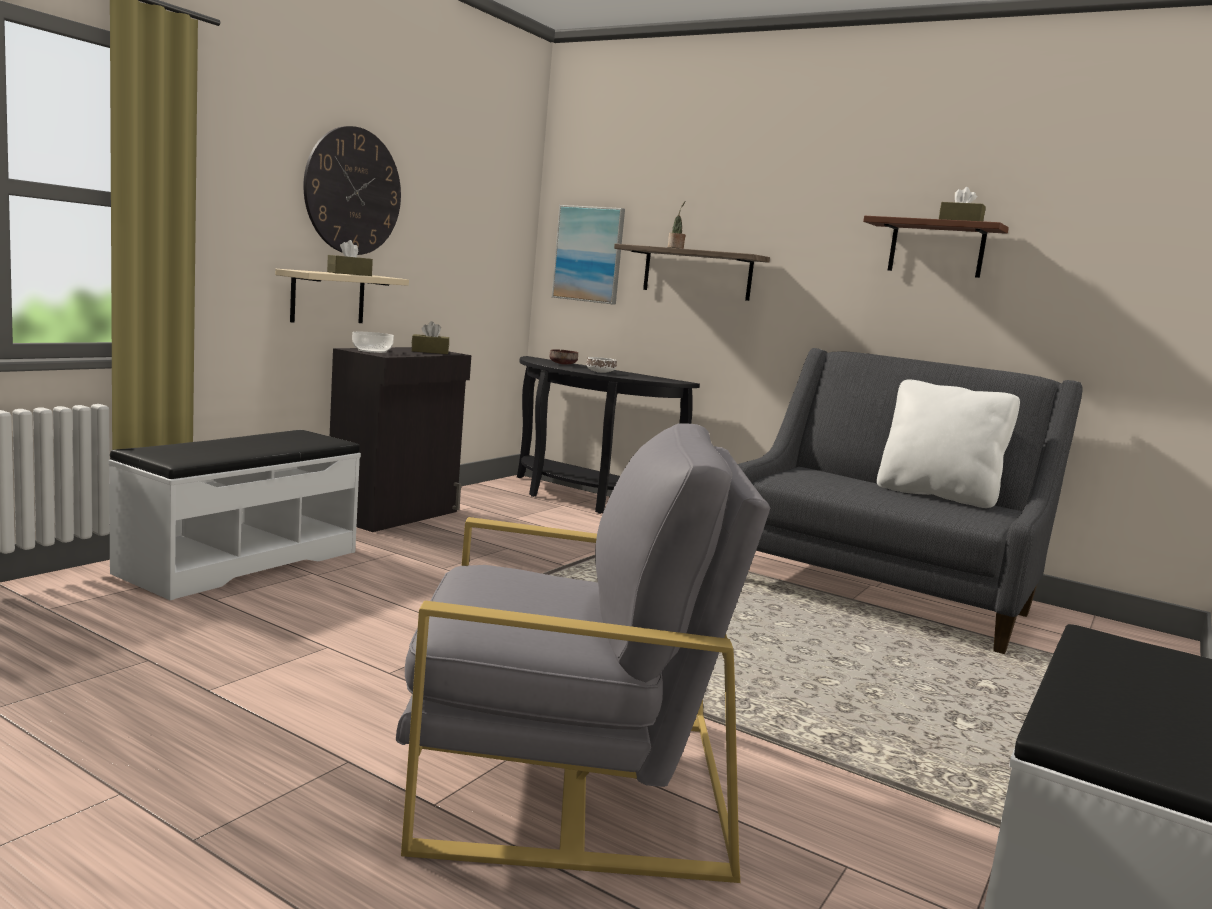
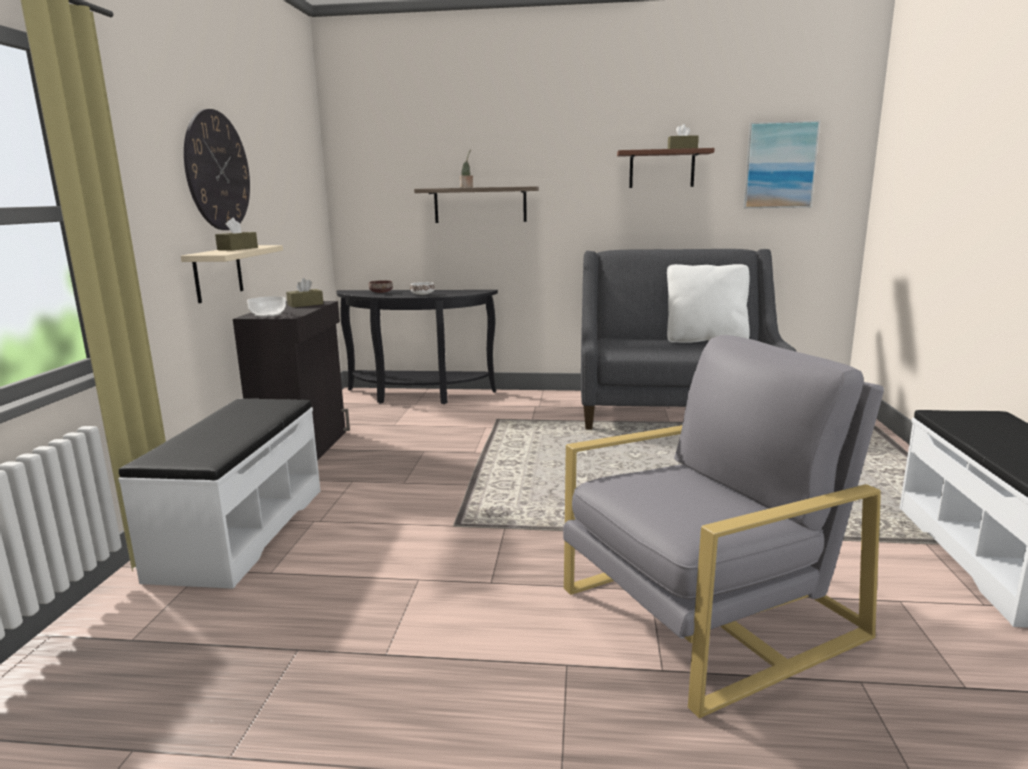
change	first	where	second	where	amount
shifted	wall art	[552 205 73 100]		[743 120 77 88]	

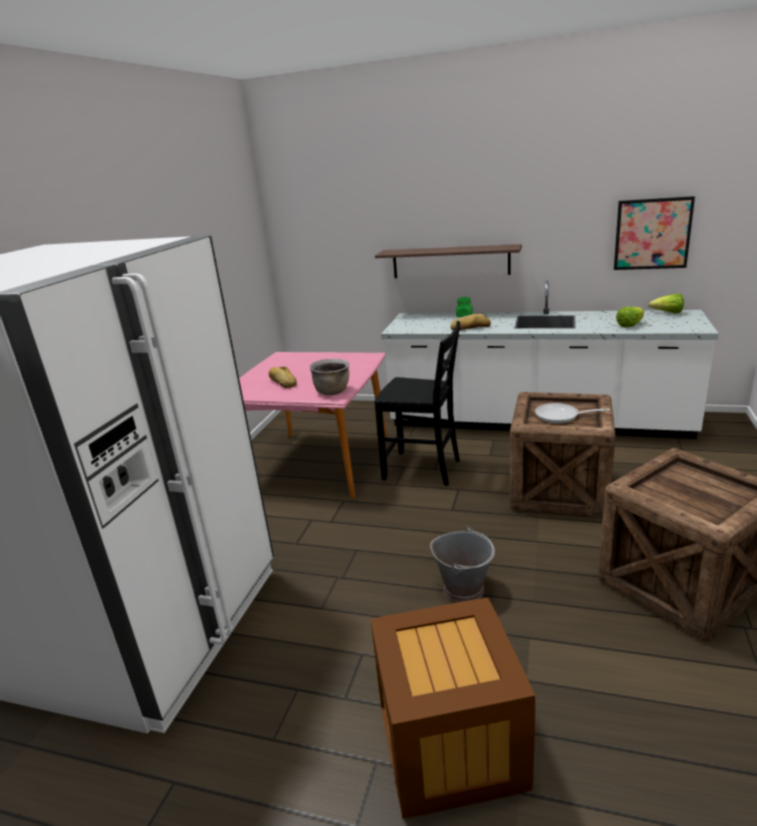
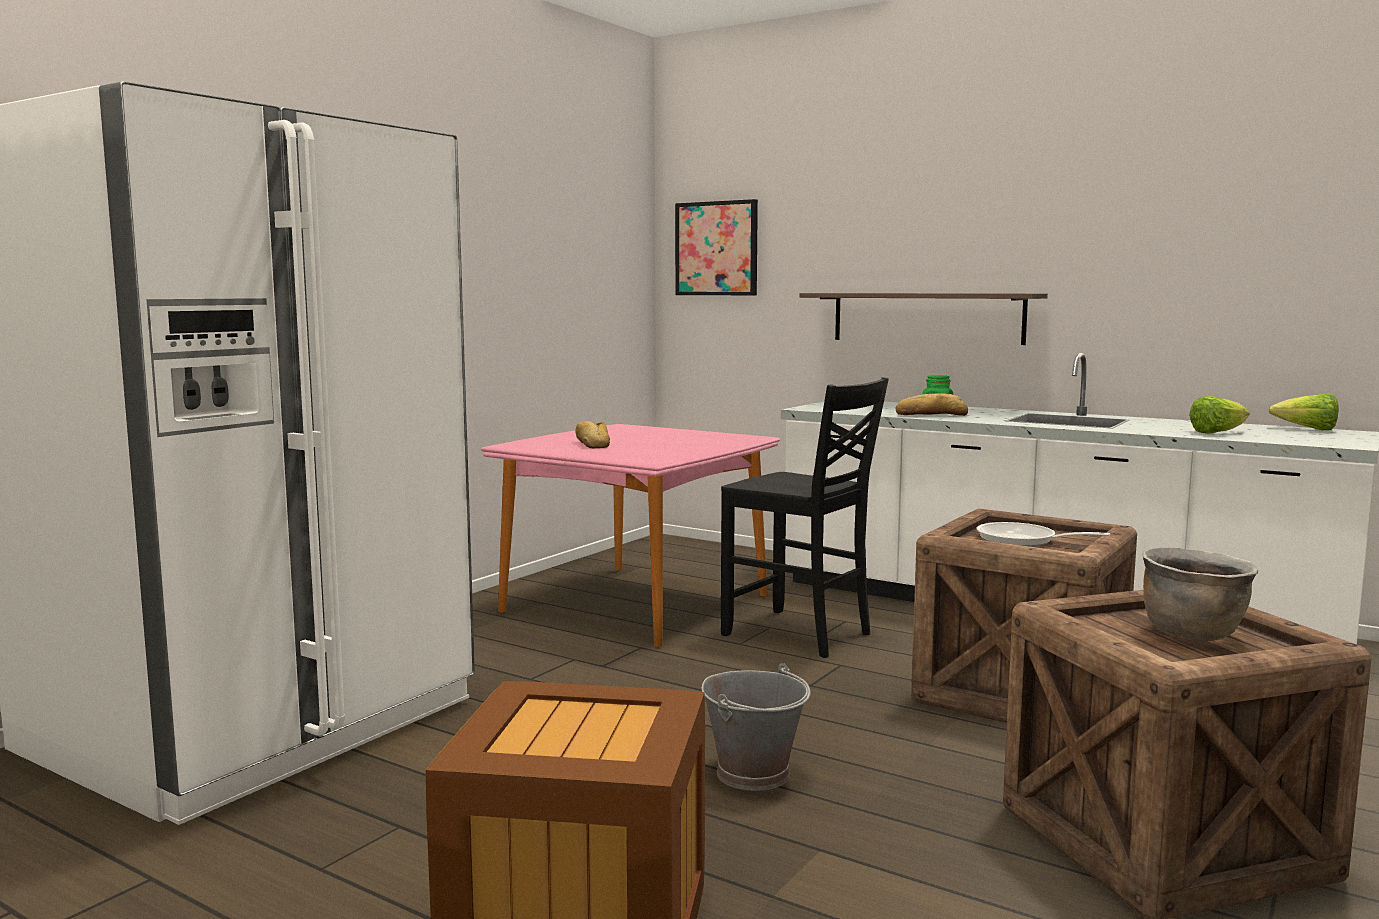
change	first	where	second	where	amount
shifted	brown-coloured stockpot	[309 359 40 36]		[1142 547 116 94]	
shifted	wall art	[614 196 81 74]		[675 199 83 96]	

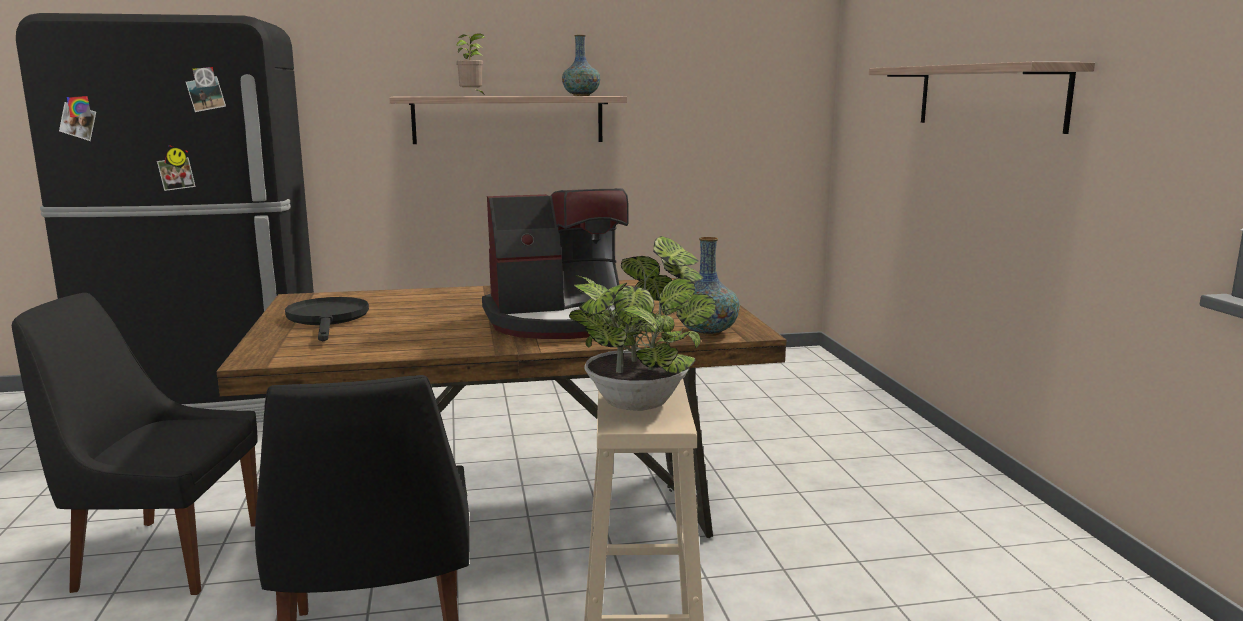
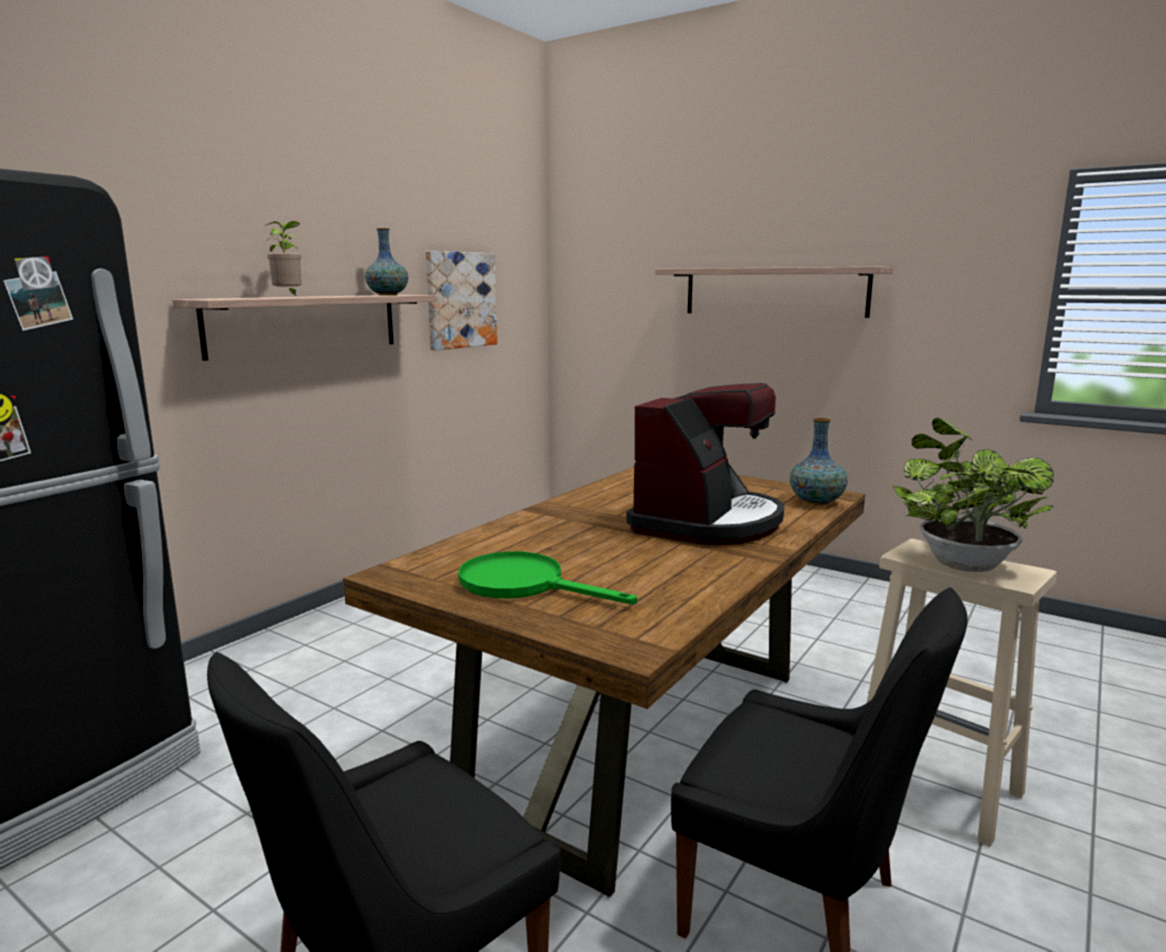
change	first	where	second	where	amount
repainted	black pan	[285 297 84 44]	green-coloured pan	[458 551 179 53]	
new			wall art	[426 251 71 100]	

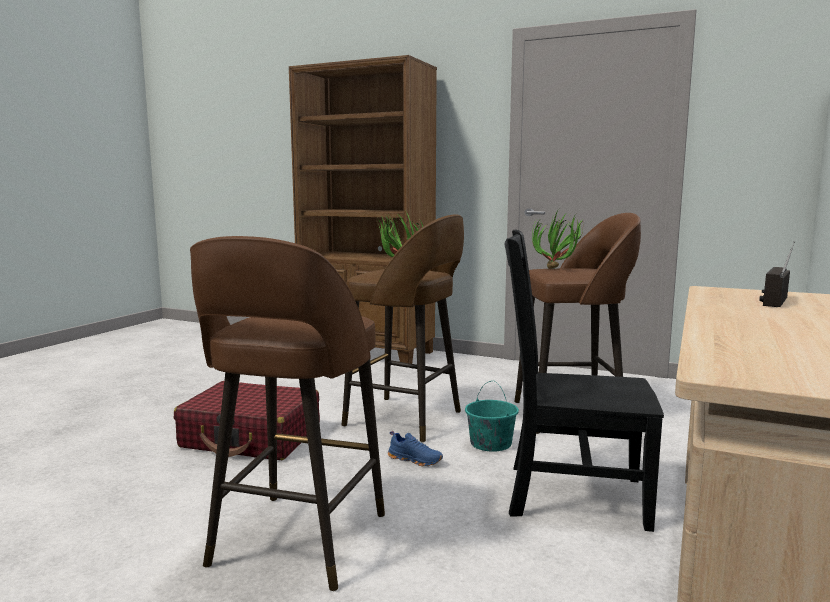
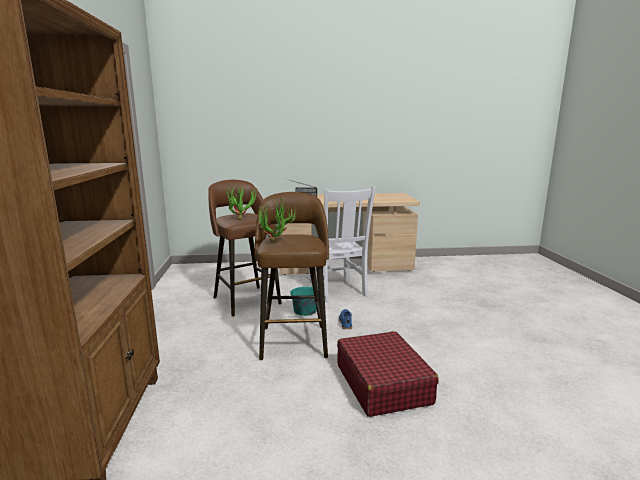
change	first	where	second	where	amount
gone	brown-coloured sitting stool	[190 236 195 355]			
repainted	black chair	[504 229 160 303]	whitish chair	[309 187 67 115]	

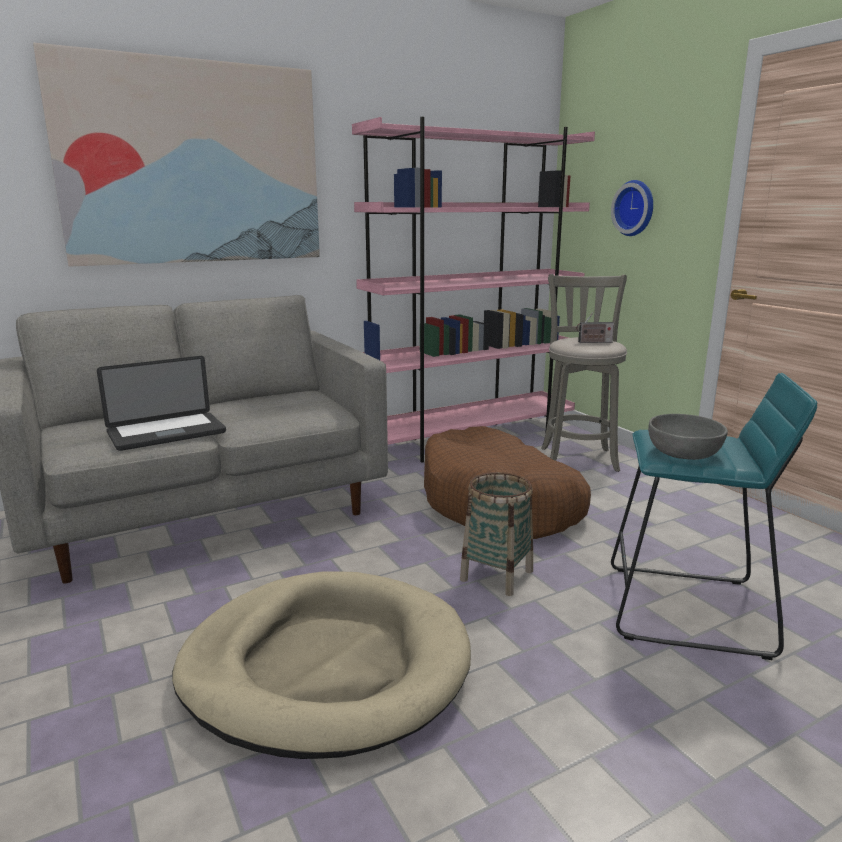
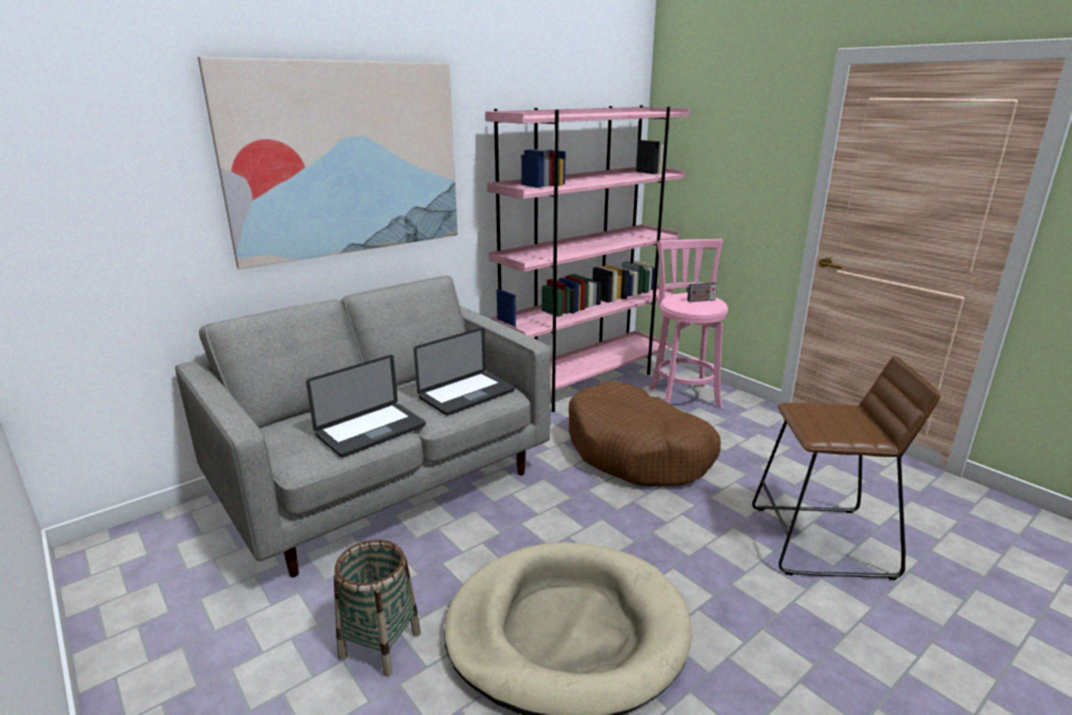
change	first	where	second	where	amount
shifted	storage basket	[460 472 73 124]		[334 539 87 138]	
repainted	grey sitting stool	[541 274 86 198]	pinkish sitting stool	[649 238 79 170]	
gone	hanging clock	[611 180 42 56]			
repainted	turquoise-coloured sitting stool	[611 373 206 287]	brown-coloured sitting stool	[752 356 189 224]	
gone	grey bowl	[648 414 80 46]			
new			notebook computer	[414 328 101 88]	

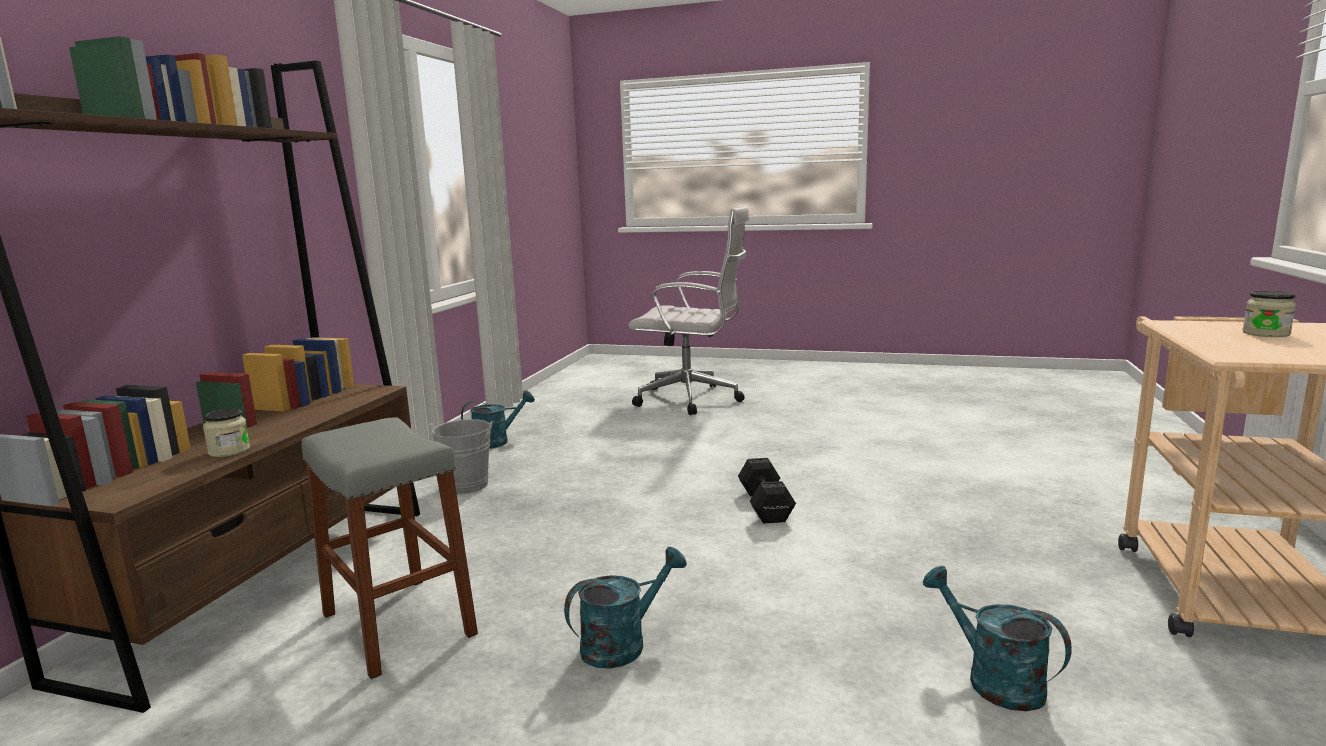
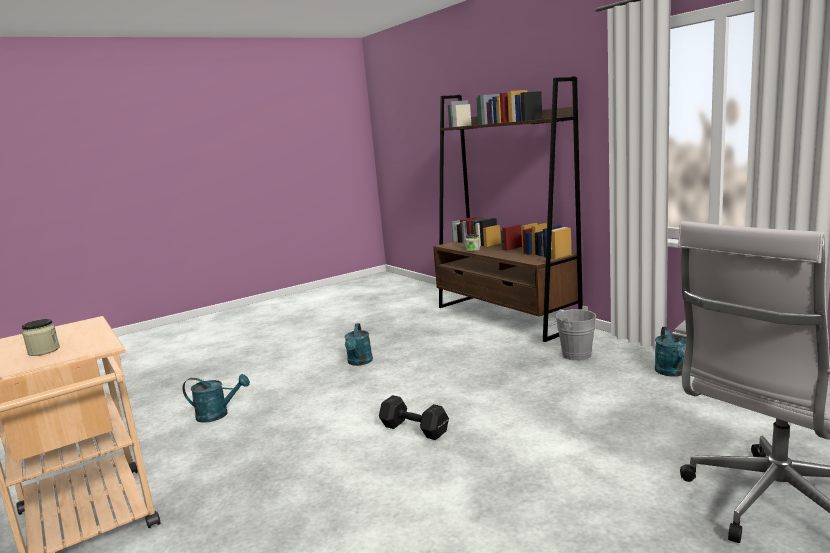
change	first	where	second	where	amount
gone	grey sitting stool	[302 418 176 261]			

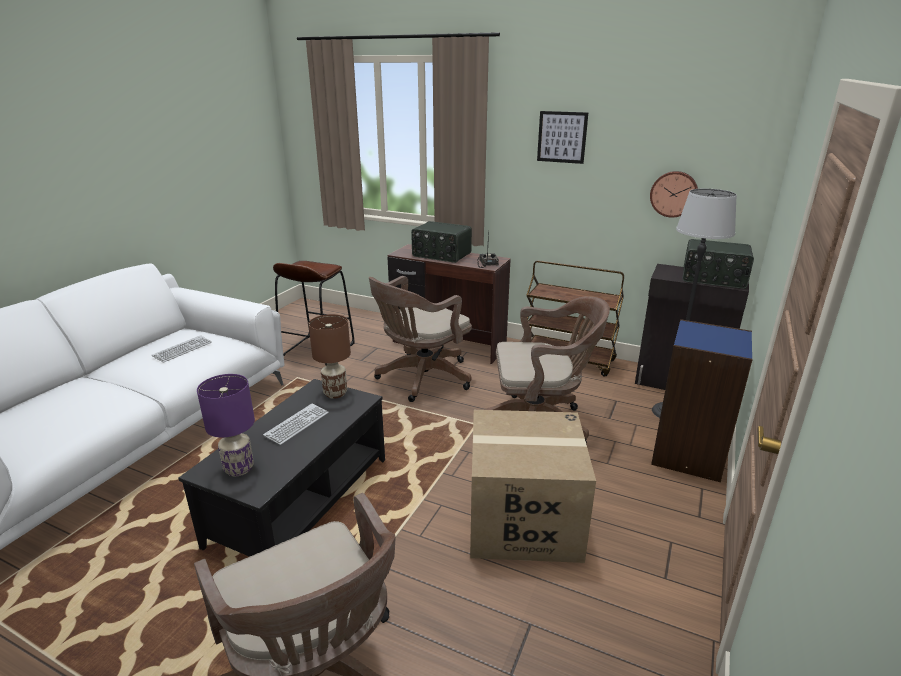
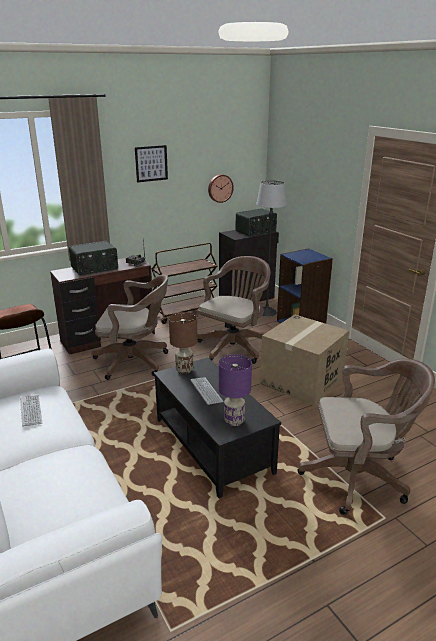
change	first	where	second	where	amount
rotated	brown-coloured office chair	[369 276 103 126]		[91 275 77 105]	75 degrees counterclockwise

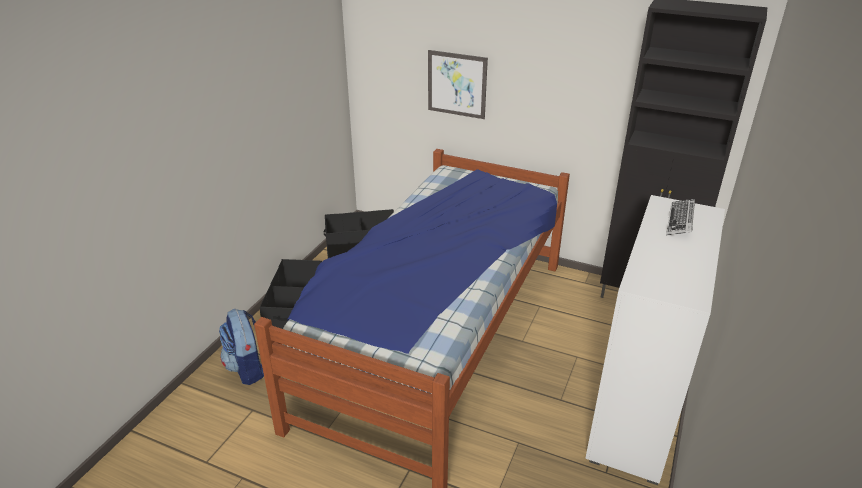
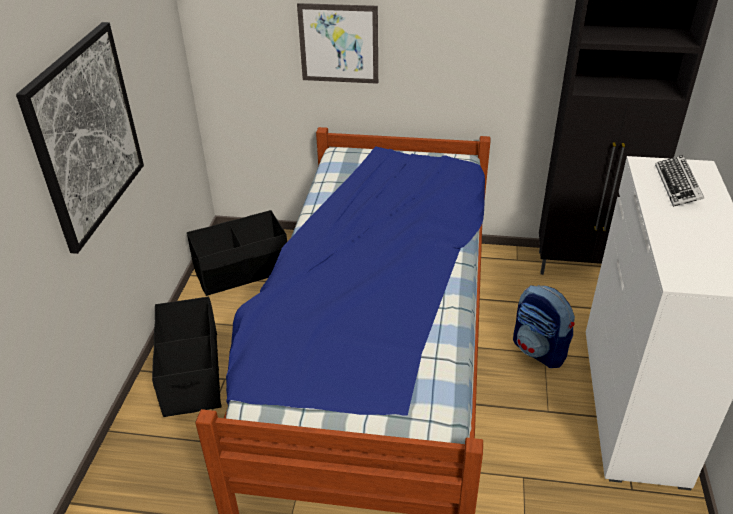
change	first	where	second	where	amount
shifted	backpack	[219 309 45 76]		[513 285 62 83]	
new			wall art	[16 22 128 232]	

